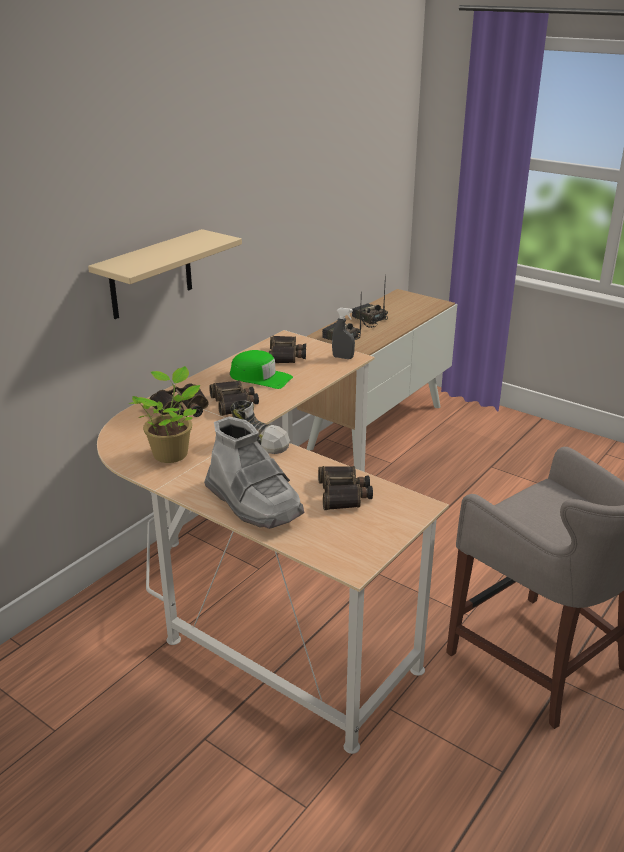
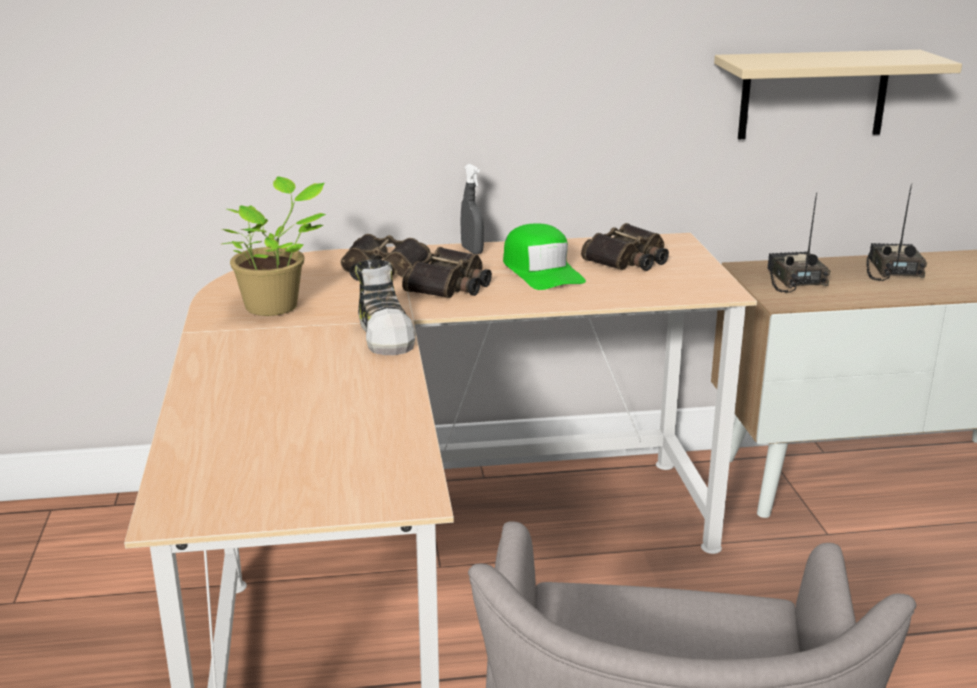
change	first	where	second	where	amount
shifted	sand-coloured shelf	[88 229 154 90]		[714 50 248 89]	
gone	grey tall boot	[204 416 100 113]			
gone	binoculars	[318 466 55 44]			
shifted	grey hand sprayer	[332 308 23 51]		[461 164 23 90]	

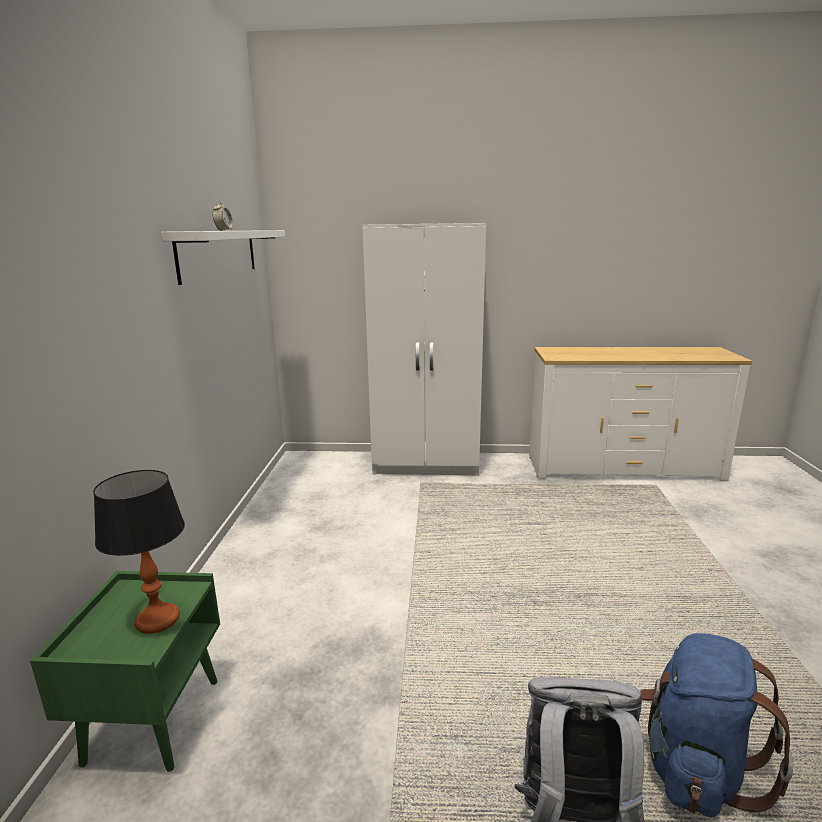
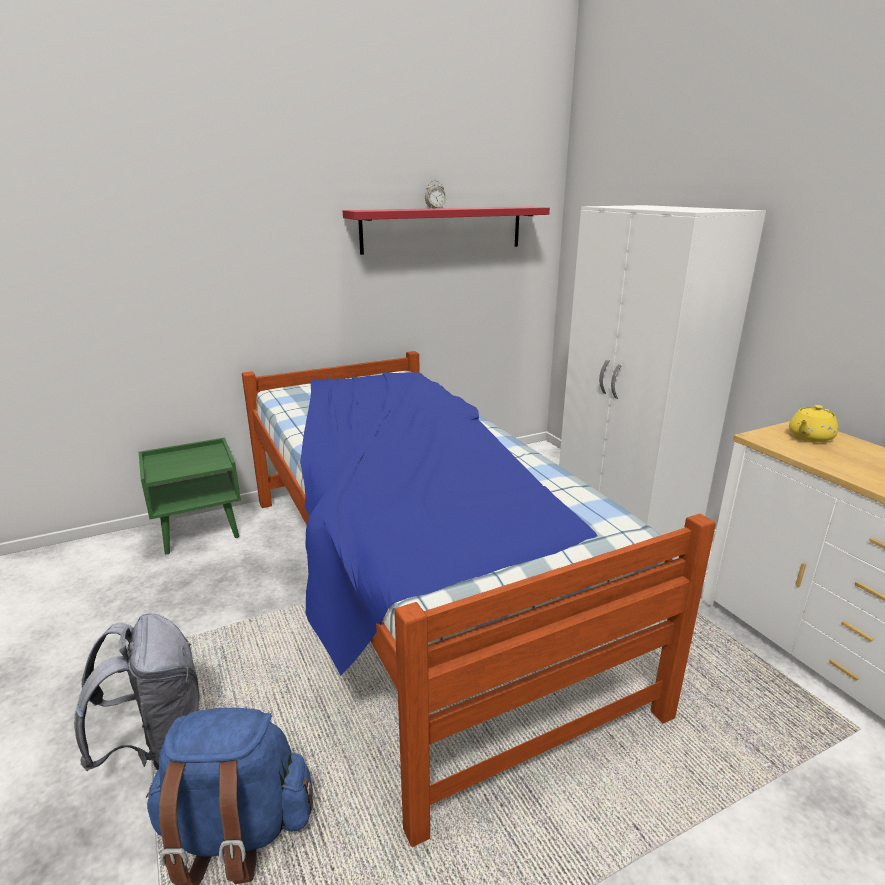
change	first	where	second	where	amount
gone	table lamp	[93 470 92 164]			
repainted	whitish shelf	[161 230 124 55]	red shelf	[343 206 207 49]	
new			bed	[242 351 474 496]	
new			yellowish teapot	[789 405 49 37]	

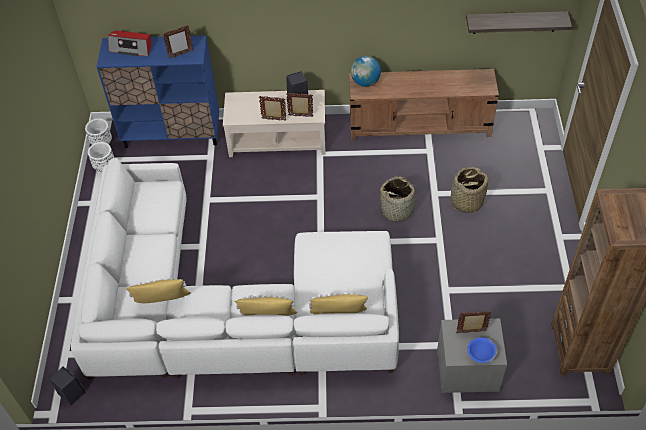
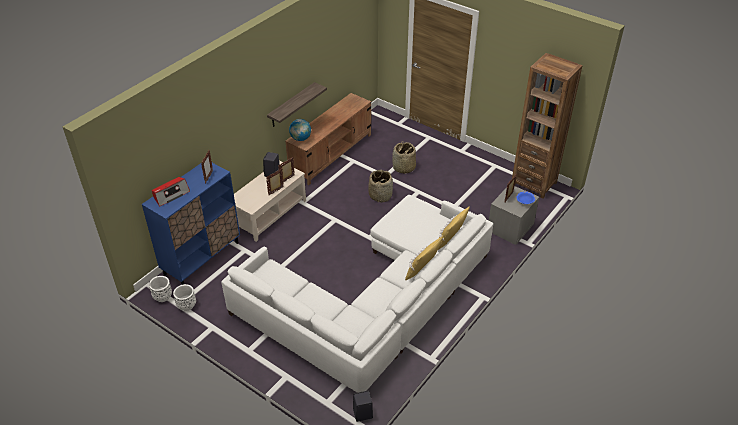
change	first	where	second	where	amount
gone	yellowish throw pillow	[126 278 65 25]			
shifted	shelf	[466 11 106 23]		[267 82 60 45]	

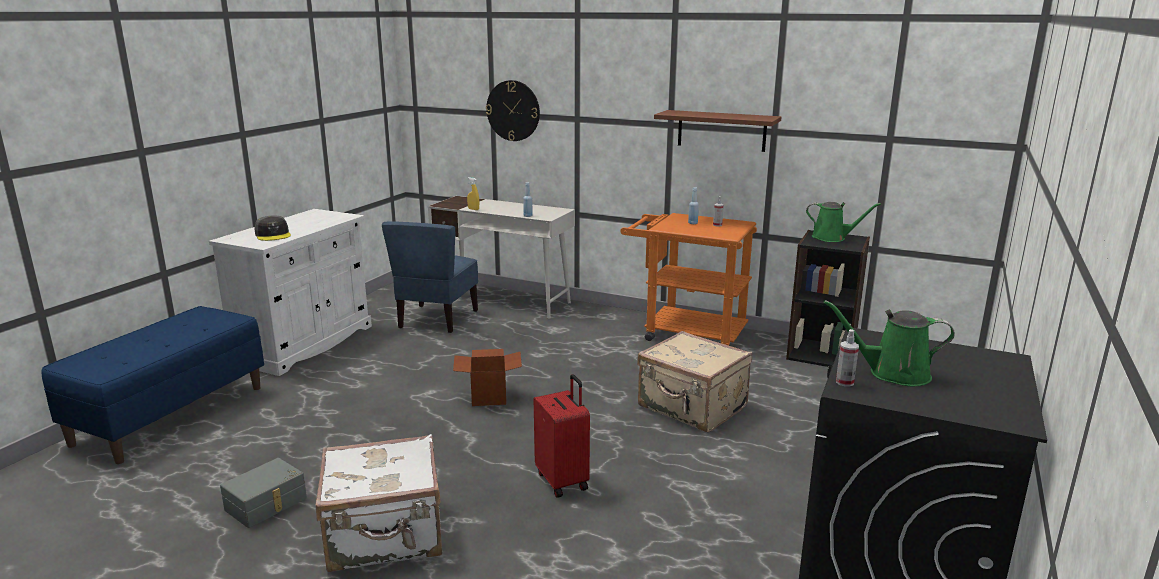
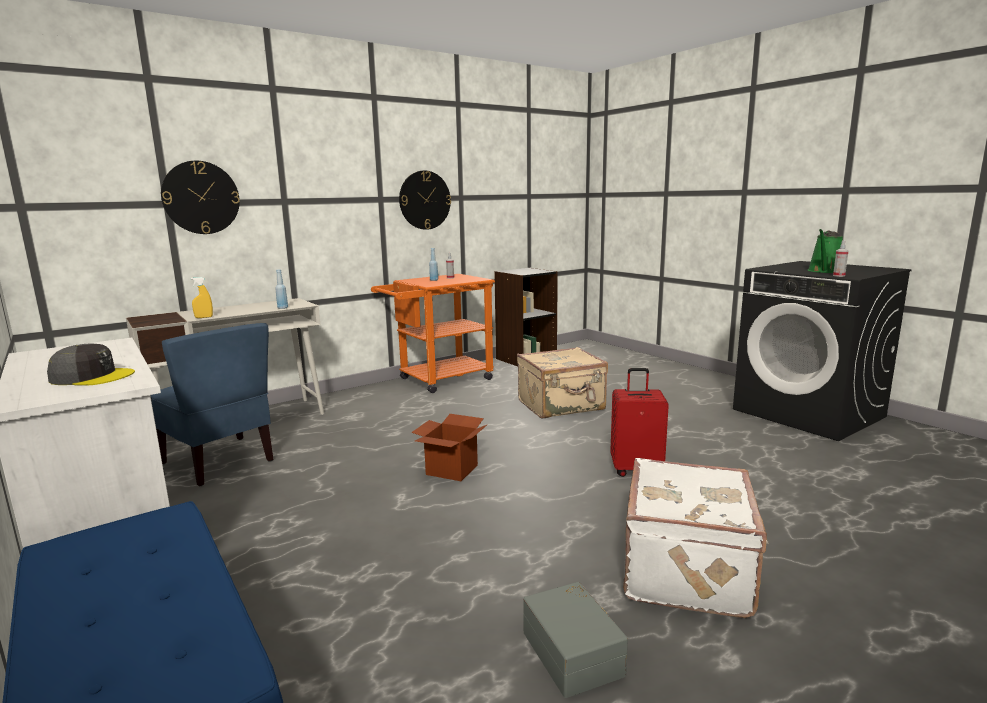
change	first	where	second	where	amount
swapped	brown-coloured shelf	[654 110 127 42]	hanging clock	[399 170 52 60]	
gone	green-coloured watering can	[806 202 75 40]			

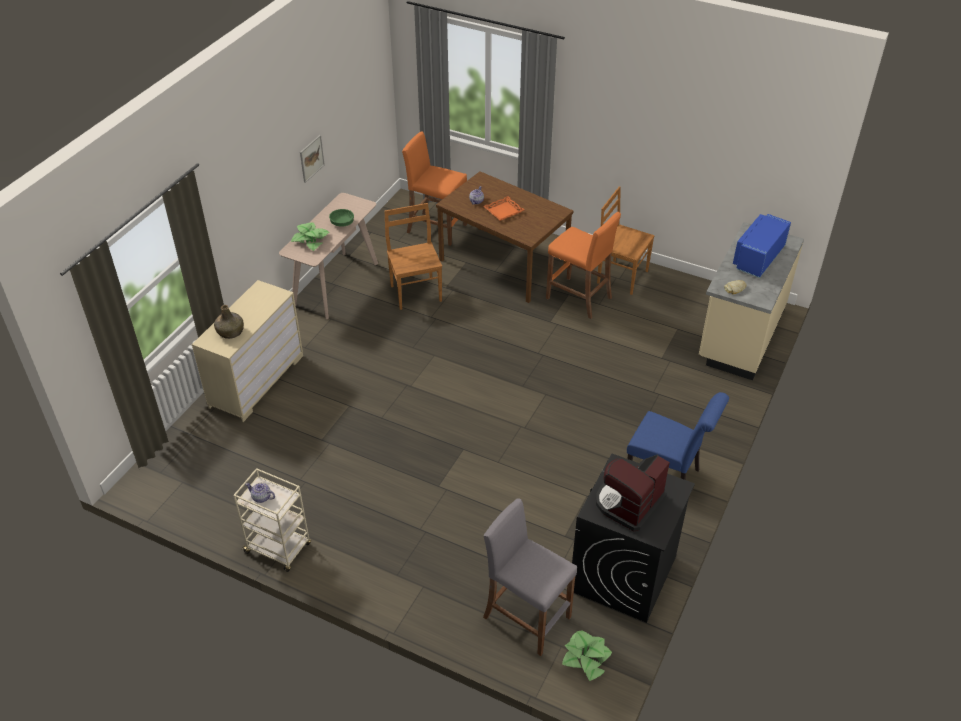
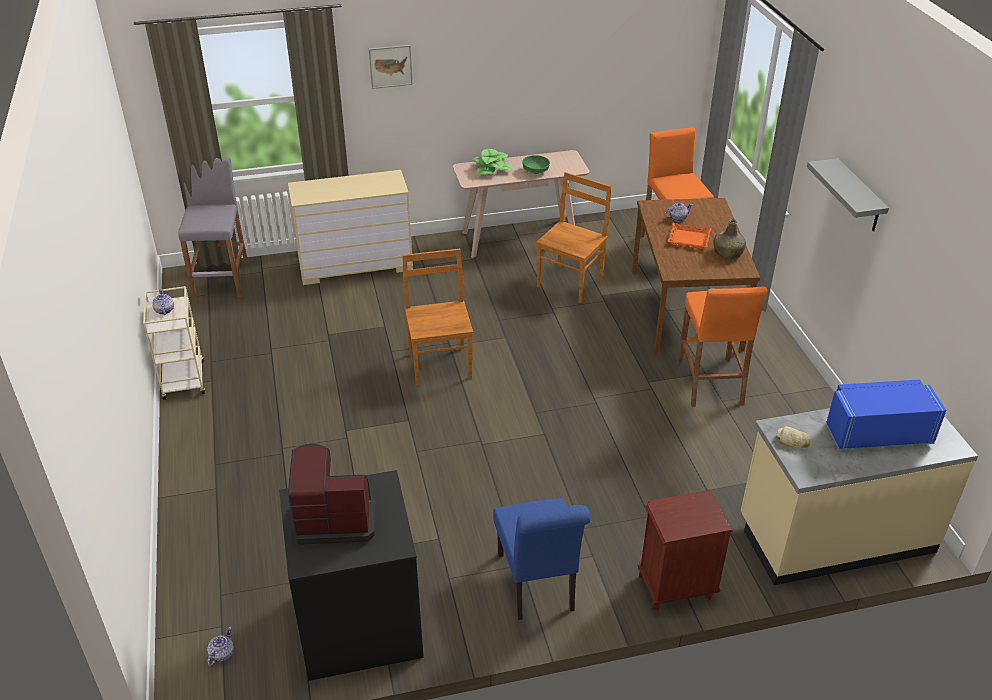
change	first	where	second	where	amount
shifted	green-coloured beverage bottle	[214 305 30 34]		[713 219 33 40]	
shifted	wall art	[300 135 25 48]		[369 45 44 44]	
shifted	grey sitting stool	[483 498 94 158]		[178 157 70 141]	
swapped	houseplant	[562 630 50 51]	teapot	[207 627 27 39]	
shifted	brown-coloured chair	[597 186 58 109]		[402 249 71 137]	
new			brown-coloured night table	[638 491 95 120]	
new			grey shelf	[807 158 82 73]	

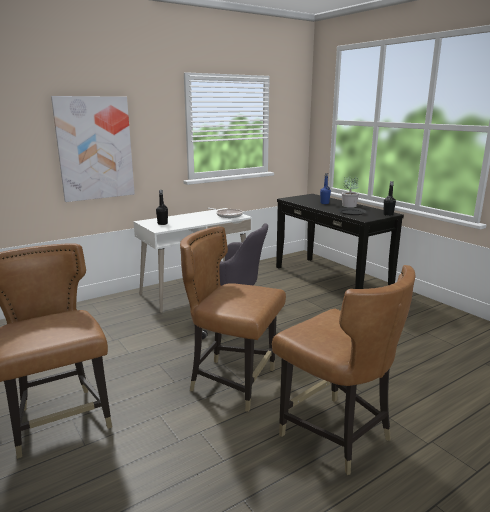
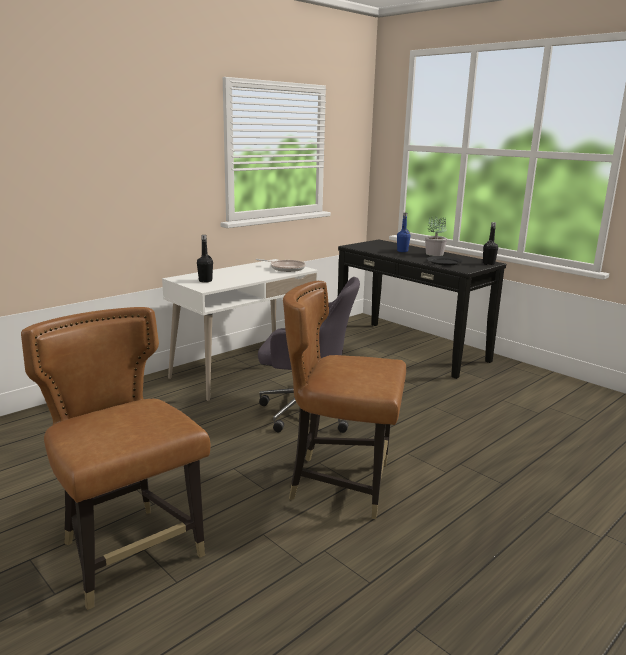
change	first	where	second	where	amount
gone	wall art	[51 96 84 106]			
gone	brown-coloured chair	[272 265 143 210]			

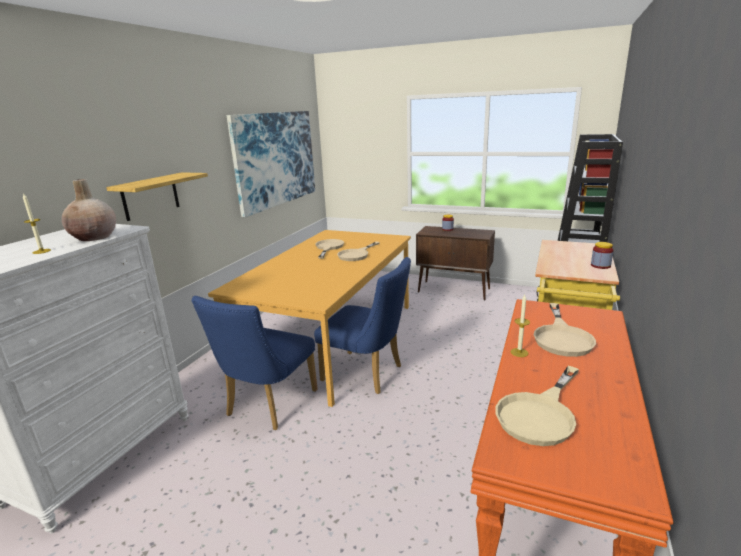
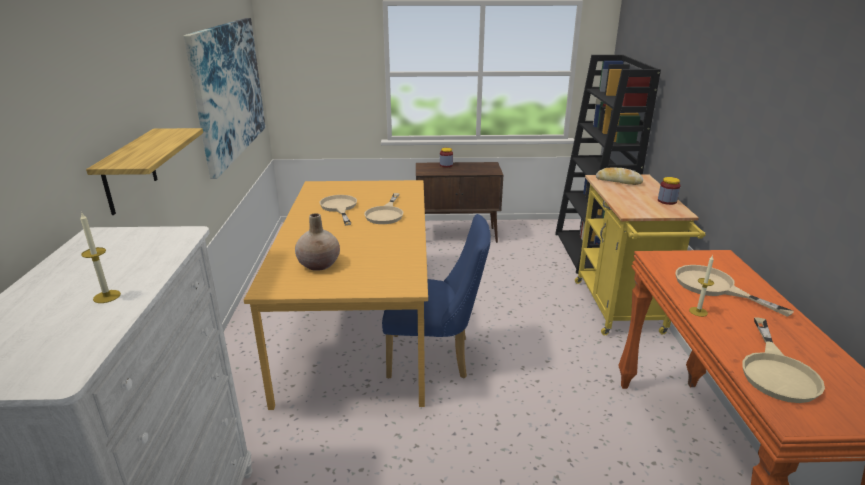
change	first	where	second	where	amount
shifted	sand-coloured vase	[62 179 54 62]		[295 213 45 58]	
gone	blue chair	[191 296 127 134]			
rotated	sand-coloured pan	[534 303 62 54]		[675 265 119 52]	150 degrees clockwise
new			bread	[596 167 47 18]	

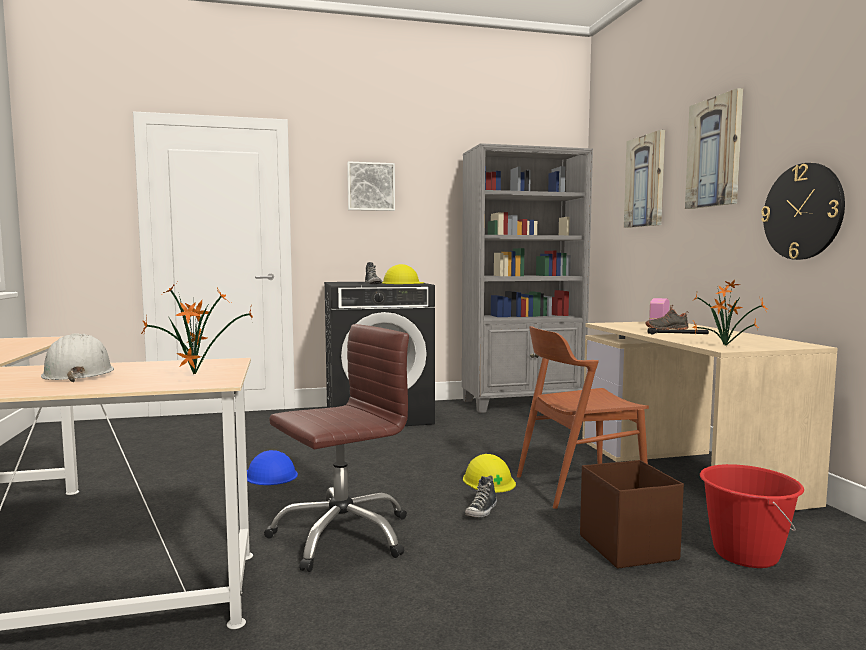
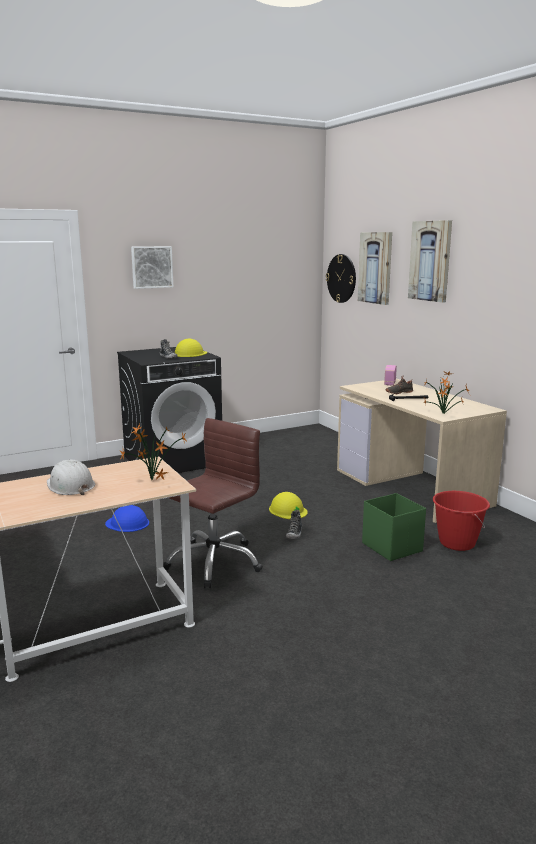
change	first	where	second	where	amount
gone	grey bookcase	[462 143 131 270]			
gone	brown-coloured chair	[517 326 132 183]			
repainted	brown-coloured storage bin	[580 460 104 109]	green-coloured storage bin	[362 493 64 68]	
shifted	hanging clock	[761 163 84 97]		[326 254 30 49]	

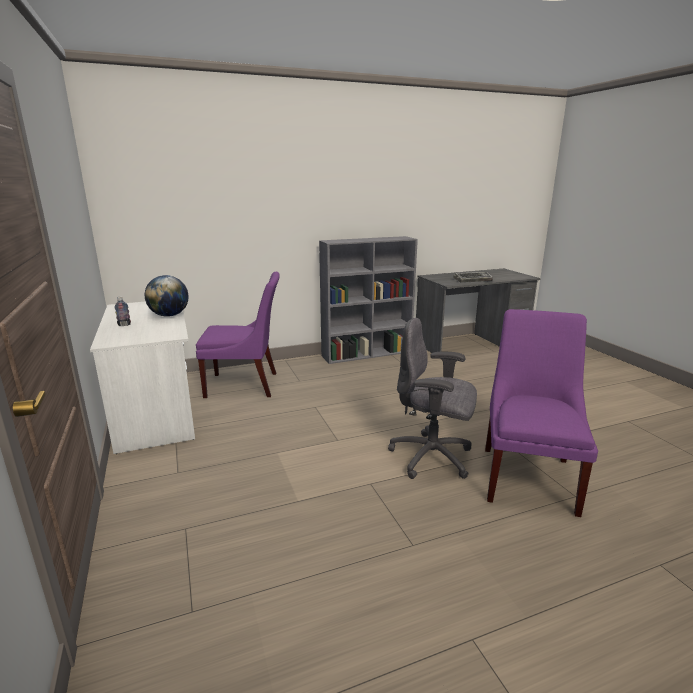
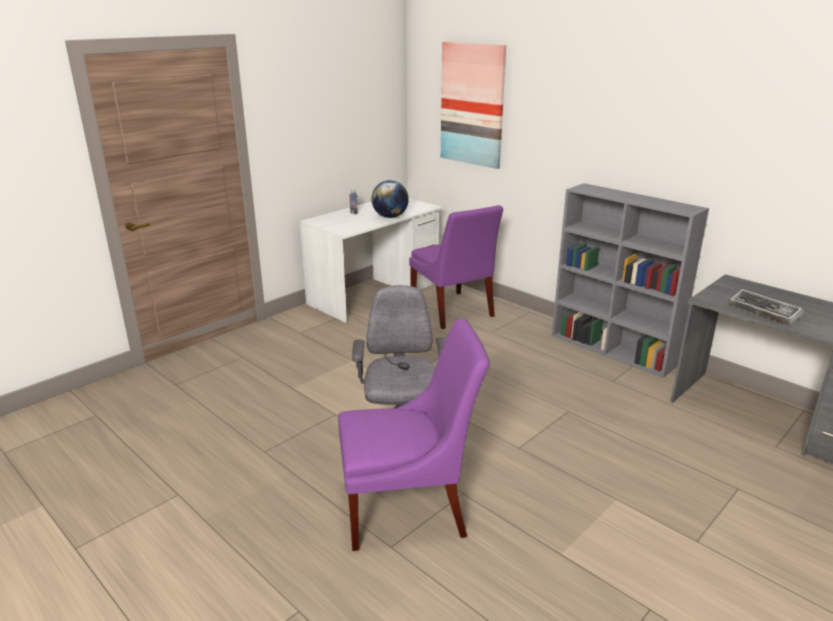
change	first	where	second	where	amount
new			wall art	[441 42 65 127]	

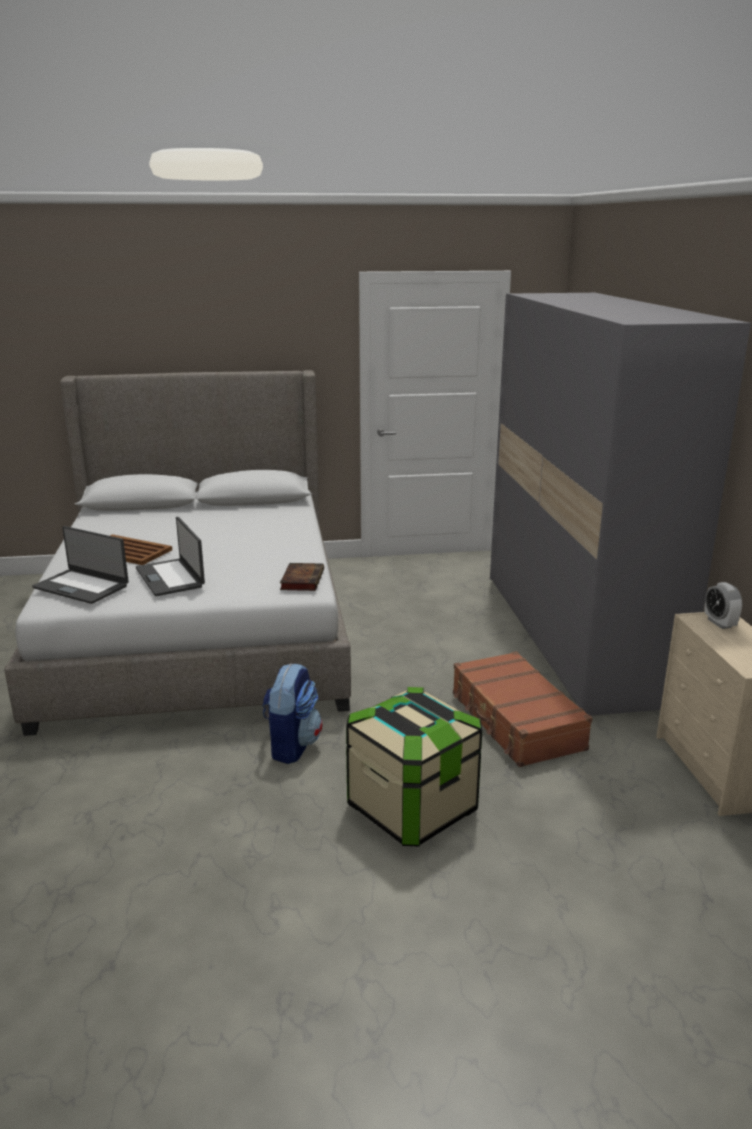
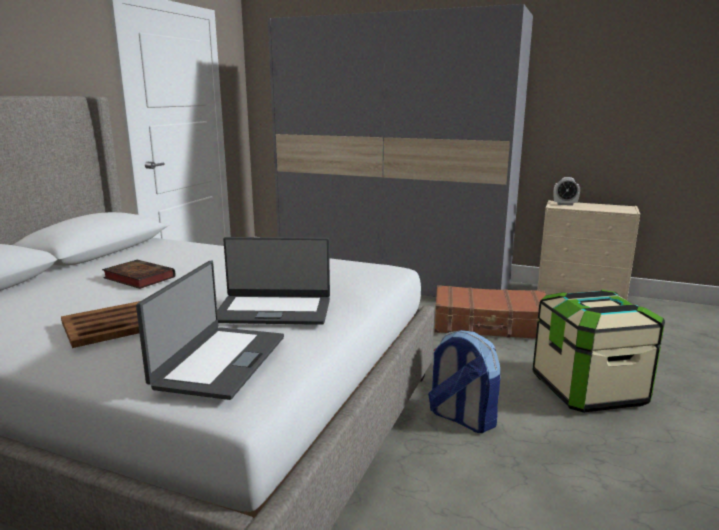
change	first	where	second	where	amount
rotated	notebook computer	[32 526 97 78]		[136 261 148 139]	45 degrees counterclockwise
shifted	book	[280 563 44 28]		[102 260 74 29]	

